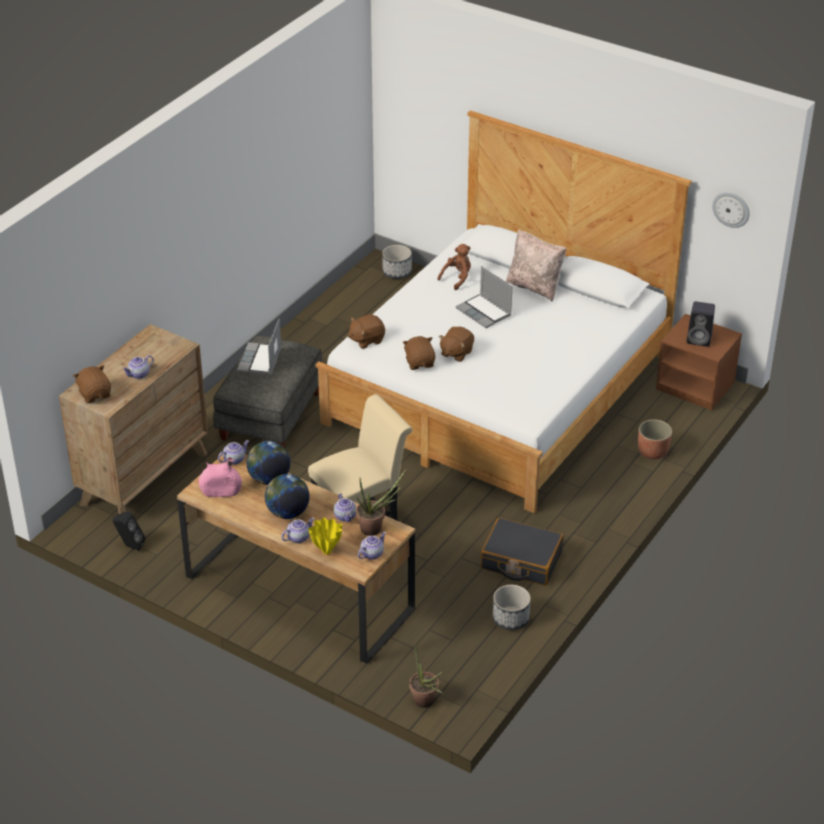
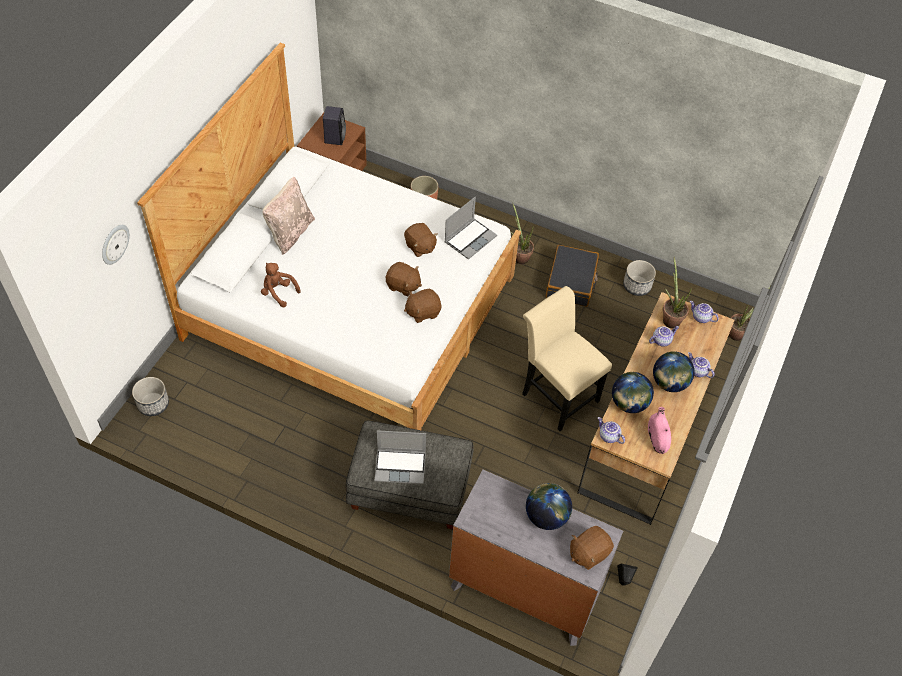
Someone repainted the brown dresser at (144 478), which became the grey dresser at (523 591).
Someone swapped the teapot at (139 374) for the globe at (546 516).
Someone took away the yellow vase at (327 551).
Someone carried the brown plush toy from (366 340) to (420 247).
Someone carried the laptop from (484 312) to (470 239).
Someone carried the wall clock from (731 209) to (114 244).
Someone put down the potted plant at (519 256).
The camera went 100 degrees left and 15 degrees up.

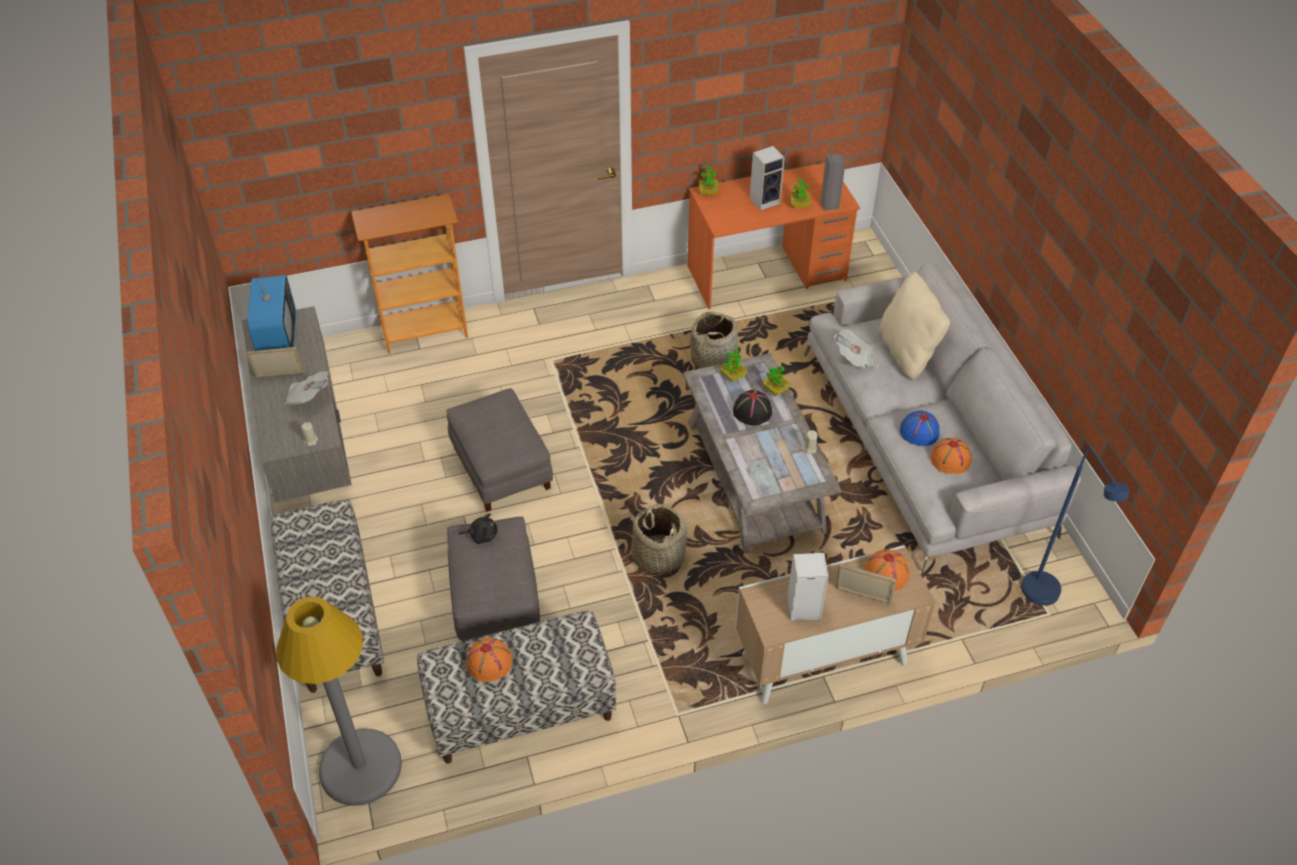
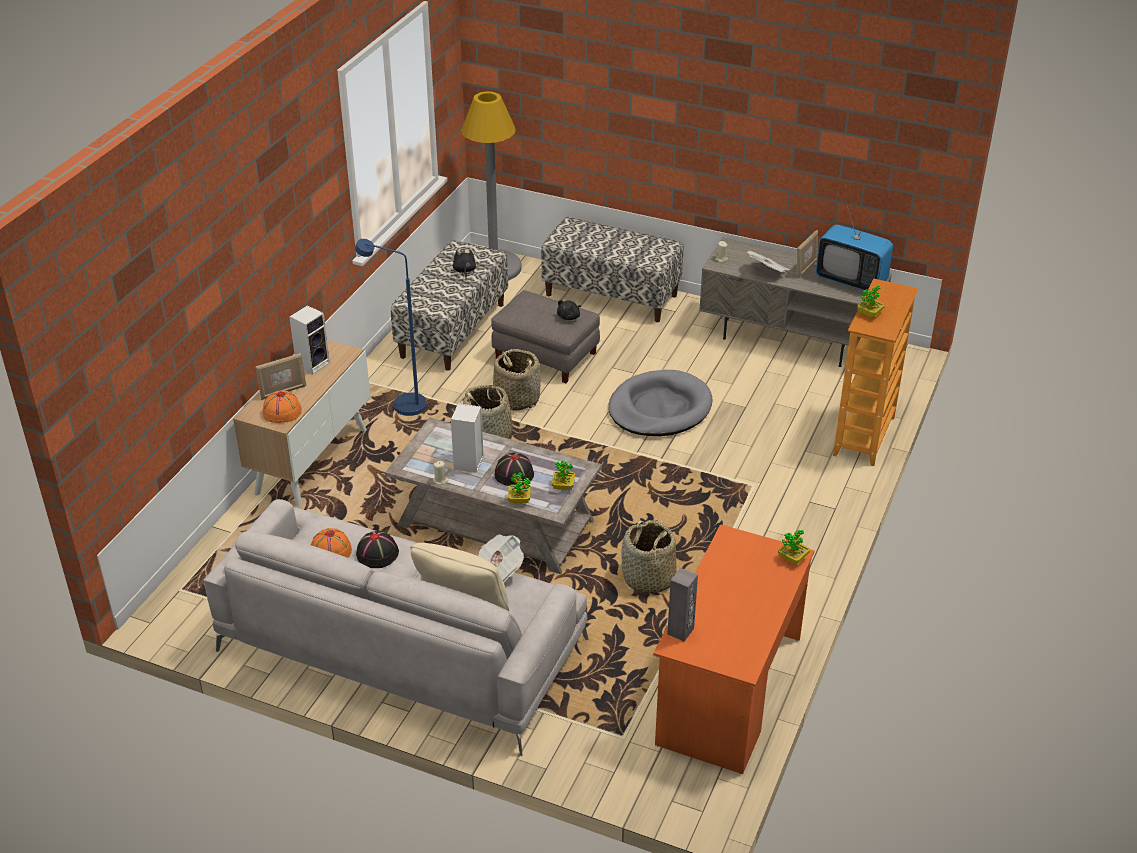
Someone swapped the grey ottoman at (502 467) for the grey dog bed at (659 408).
Someone swapped the orange hat at (490 662) for the black plush toy at (464 271).
Someone carried the speaker from (765 200) to (469 463).
Someone carried the potted plant from (799 205) to (869 313).
Someone repainted the blue hat at (919 432), which became the black hat at (377 553).
Someone carried the blue floor lamp from (1045 599) to (402 404).
Someone put down the basket at (516 399).
The camera went 130 degrees right and 10 degrees down.

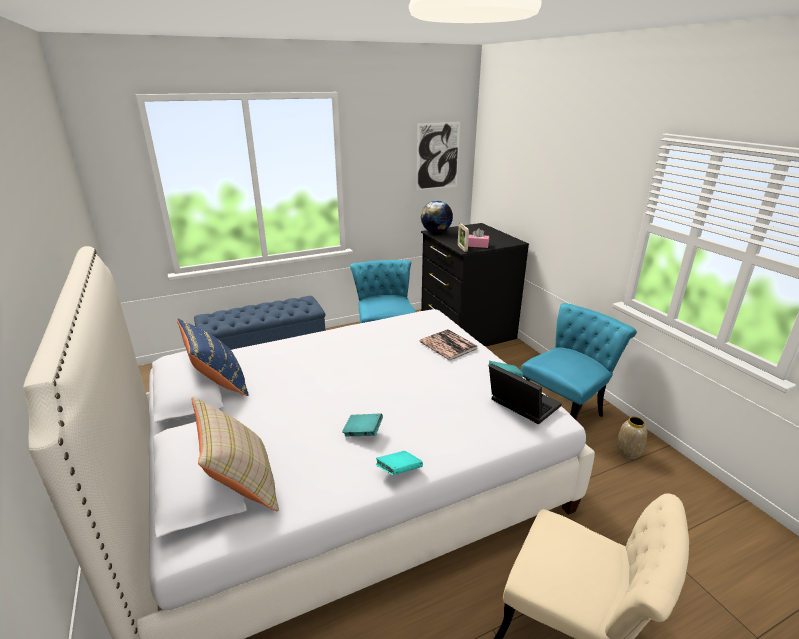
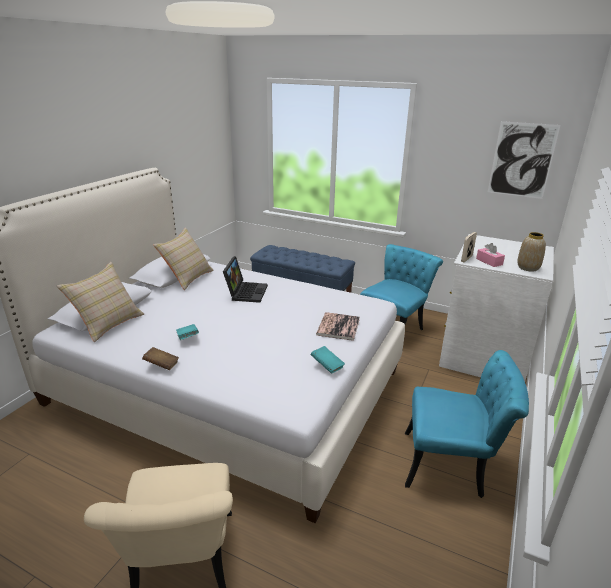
Someone repainted the blue pillow at (218 383), which became the beige pillow at (187 278).
Someone repainted the turquoise book at (399 471), which became the brown book at (161 365).
Someone took away the globe at (436 232).
Someone repainted the black dresser at (466 329), which became the white dresser at (483 354).
Someone carried the laptop from (520 405) to (245 292).
Someone carried the vase from (628 452) to (527 268).
The camera went 50 degrees right and 0 degrees up.

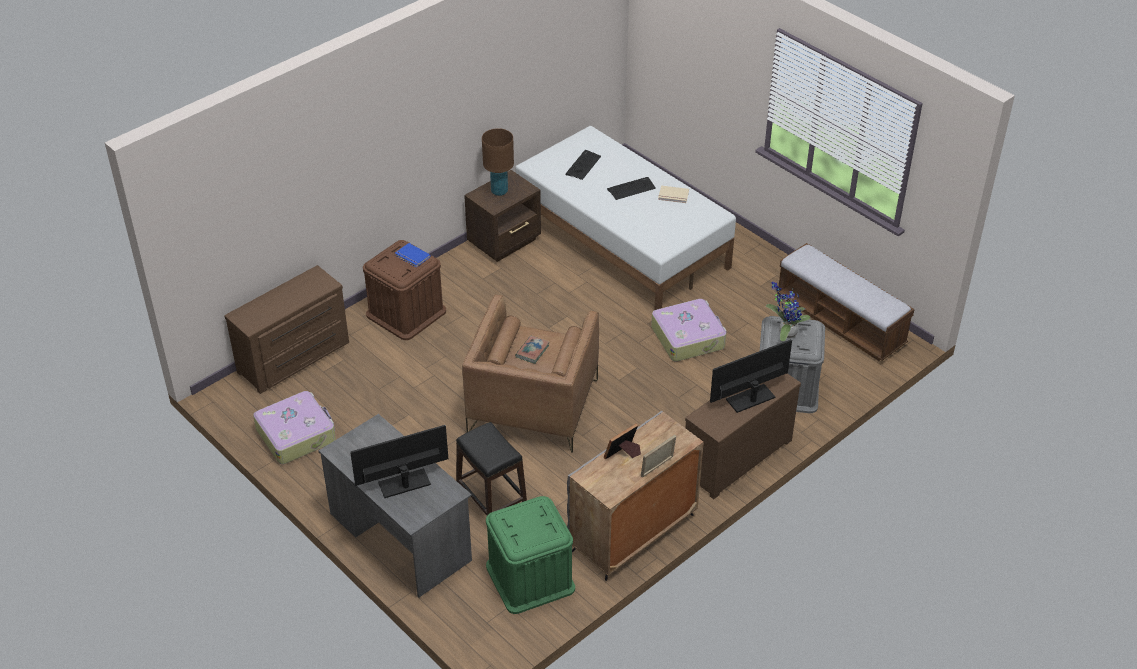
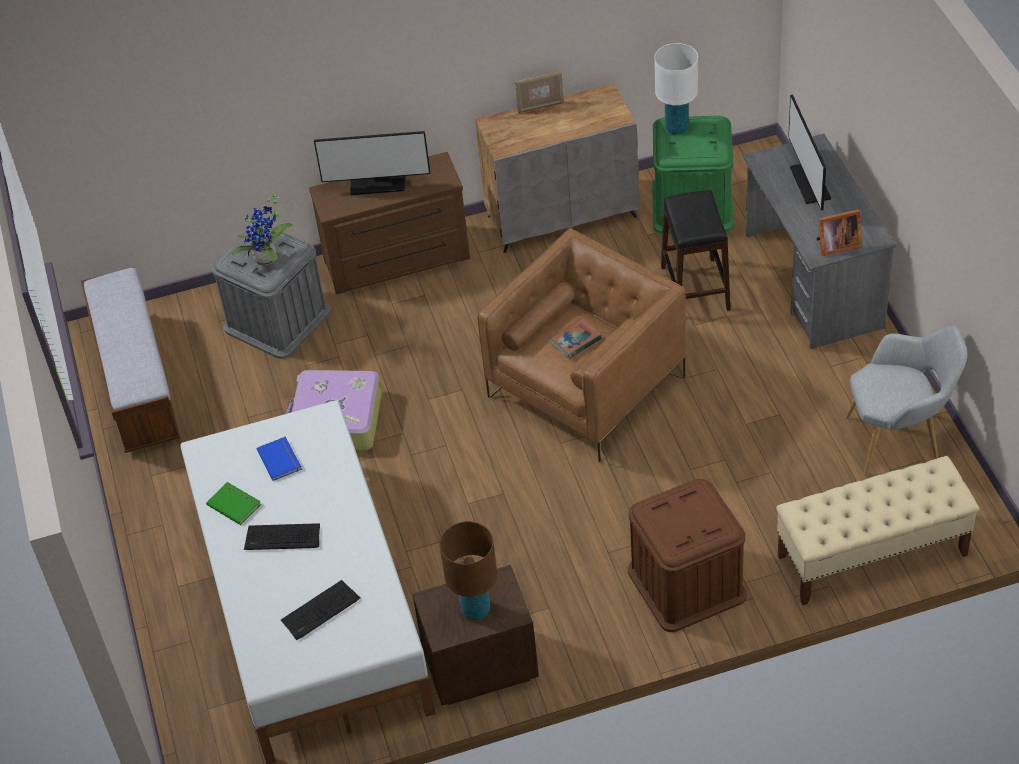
Someone swapped the brown dresser at (295 358) for the beige bench at (871 556).
Someone swapped the suitcase at (296 434) for the grey armchair at (899 440).
Someone rotated the monitor at (404 483) by 75 degrees clockwise.
Someone carried the blue book from (412 256) to (280 459).
Someone carried the picture frame from (623 454) to (836 245).
Someone repainted the beige book at (673 196), which became the green book at (235 503).
Someone put down the white table lamp at (676 128).
The camera went 150 degrees left and 5 degrees up.

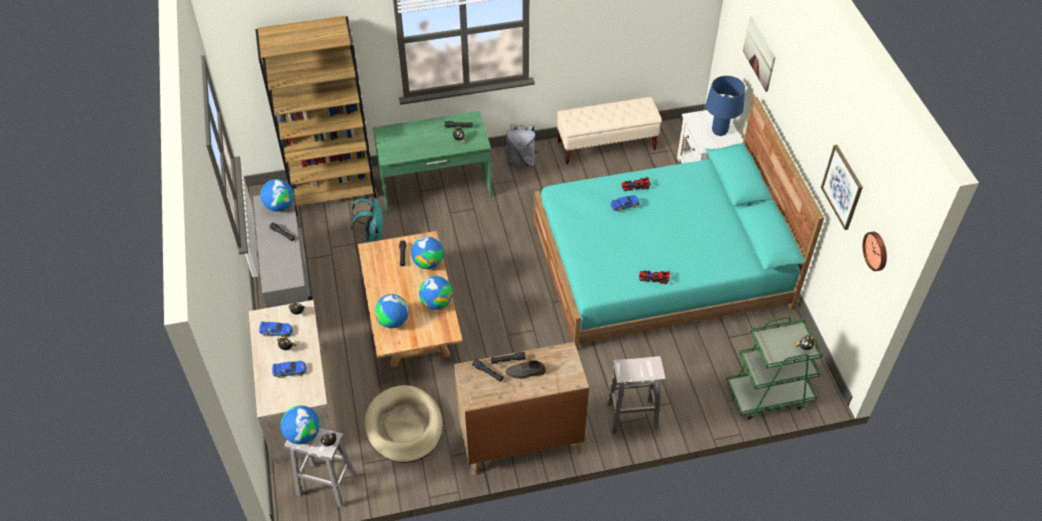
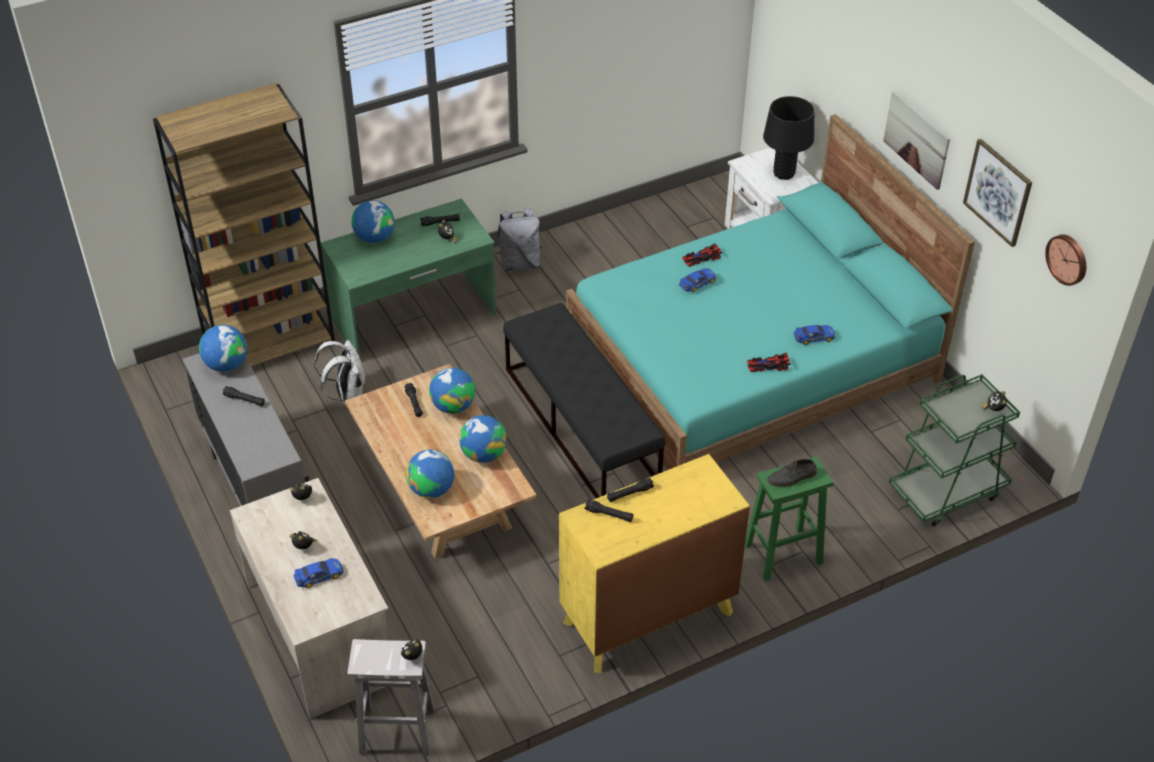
Someone carried the toy car from (276 331) to (814 337).
Someone carried the globe from (303 434) to (374 238).
Someone repainted the turquoise backpack at (372 236), which became the white backpack at (347 395).
Someone took away the beige dog bed at (404 426).
Someone repainted the brown dresser at (521 442), which became the yellow dresser at (648 617).
Someone carried the grey shoe from (525 372) to (792 477).
Someone took away the beige bench at (607 145).
Someone repainted the white stool at (631 416), which became the green stool at (781 554).
Someone repainted the blue table lamp at (719 131), which became the black table lamp at (784 174).
Someone carried the picture from (759 53) to (916 139).
Someone put down the black bench at (581 425).
The camera went 15 degrees left and 5 degrees down.

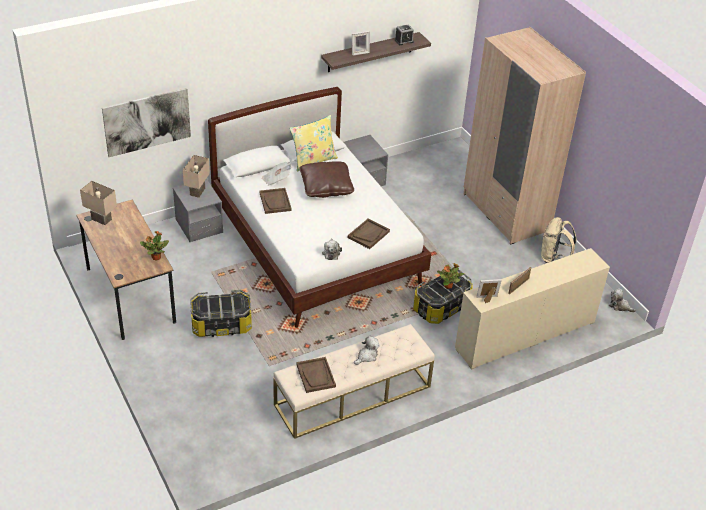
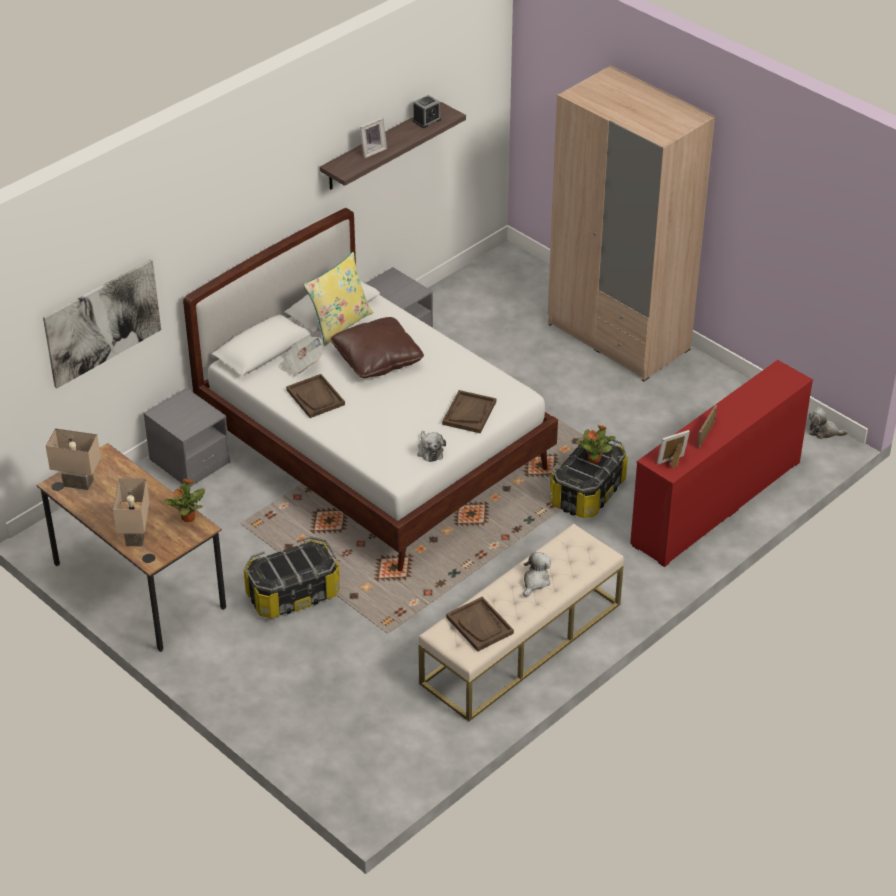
Someone carried the beige table lamp from (196 191) to (134 536).
Someone repainted the beige dresser at (525 335), which became the red dresser at (716 502).
Someone took away the beige backpack at (554 257).
The camera went 15 degrees left and 0 degrees up.

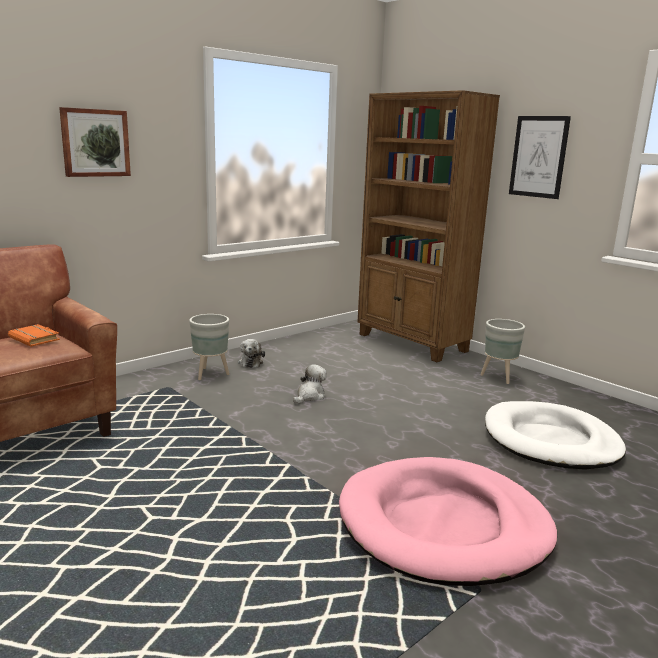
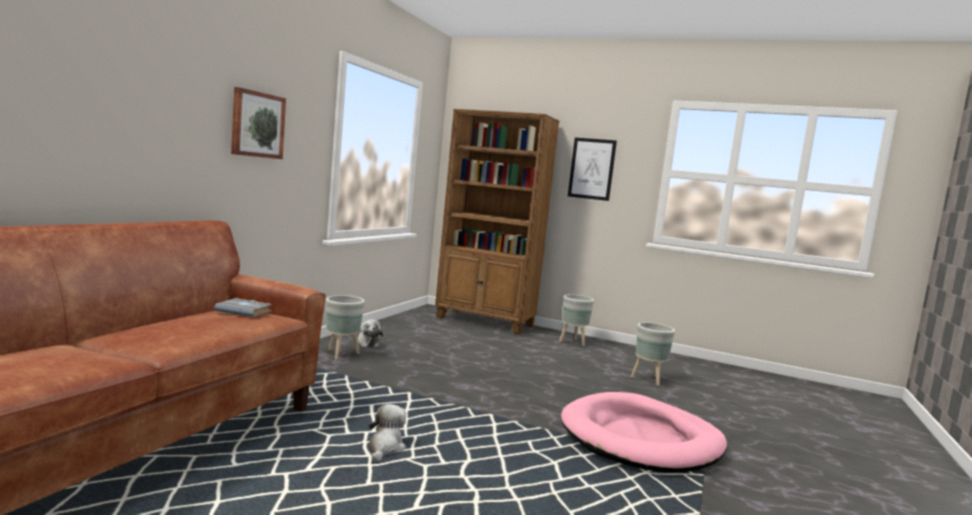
Someone repainted the orange book at (36 339), which became the grey book at (245 311).
Someone carried the plush toy from (310 396) to (385 448).
Someone swapped the white dog bed at (550 441) for the grey planter at (649 380).
The camera went 25 degrees left and 10 degrees down.

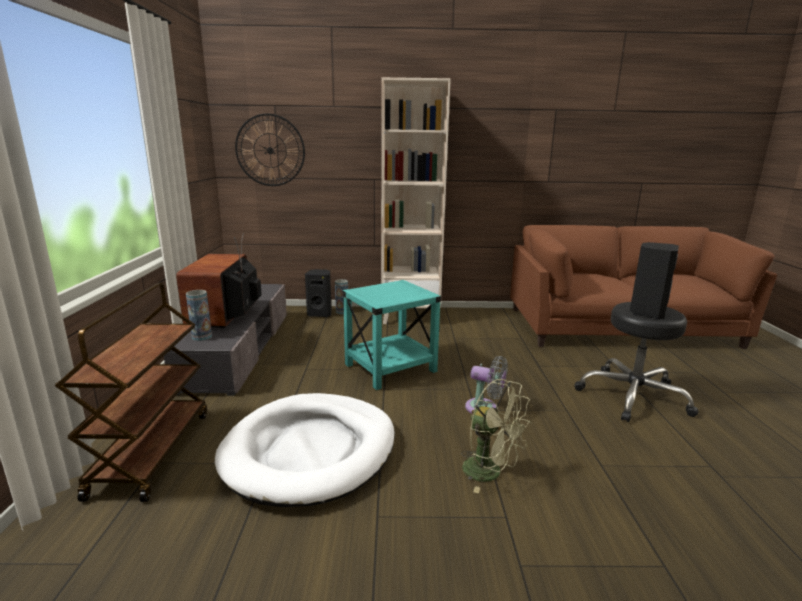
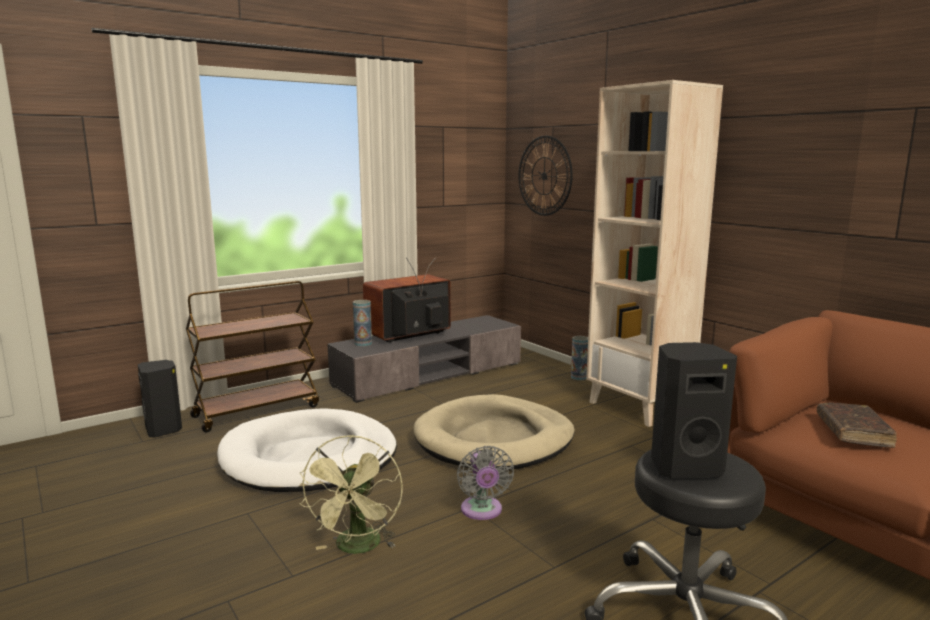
Someone carried the black speaker from (320 314) to (164 430).
Someone swapped the turquoise side table at (391 368) for the beige dog bed at (494 439).
Someone put down the brown book at (853 432).
The camera went 55 degrees right and 5 degrees down.

